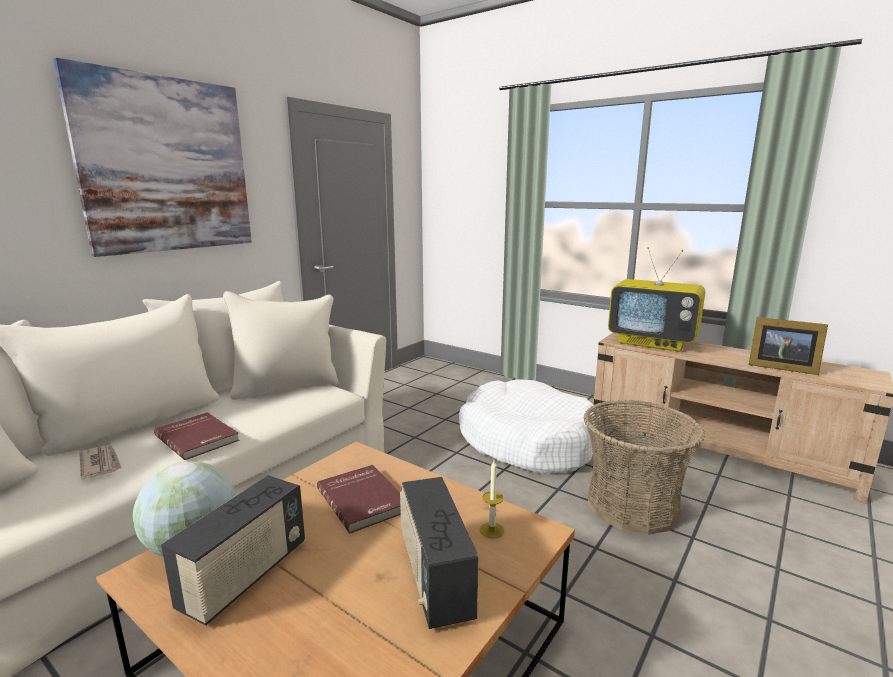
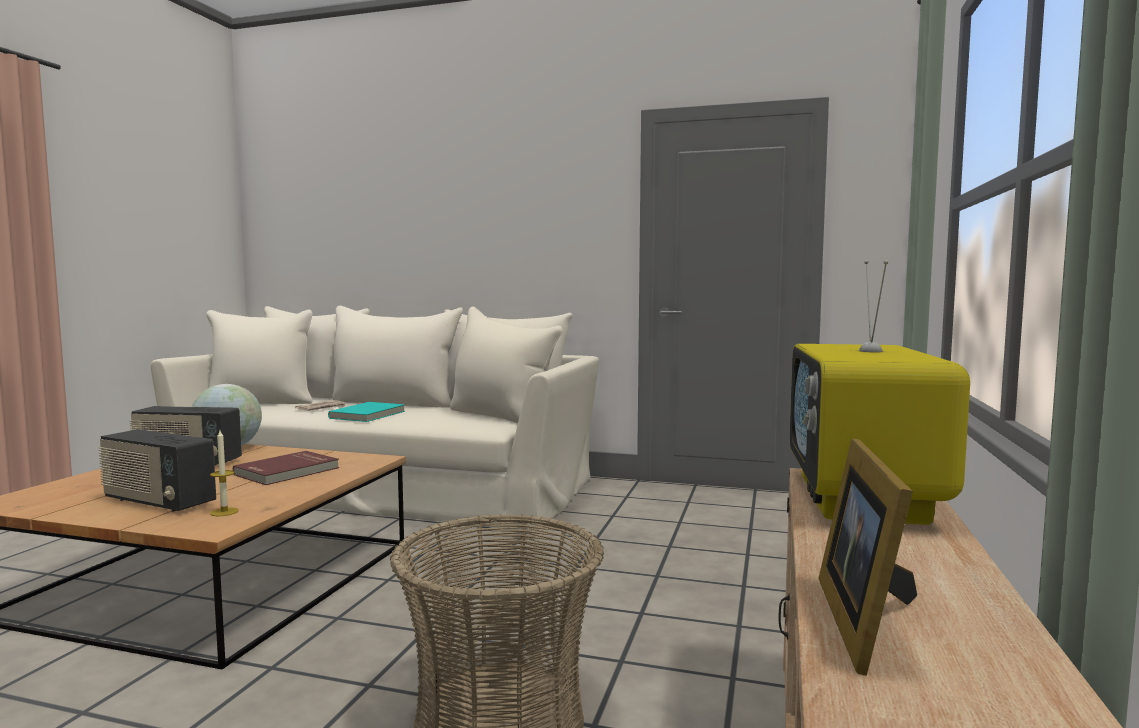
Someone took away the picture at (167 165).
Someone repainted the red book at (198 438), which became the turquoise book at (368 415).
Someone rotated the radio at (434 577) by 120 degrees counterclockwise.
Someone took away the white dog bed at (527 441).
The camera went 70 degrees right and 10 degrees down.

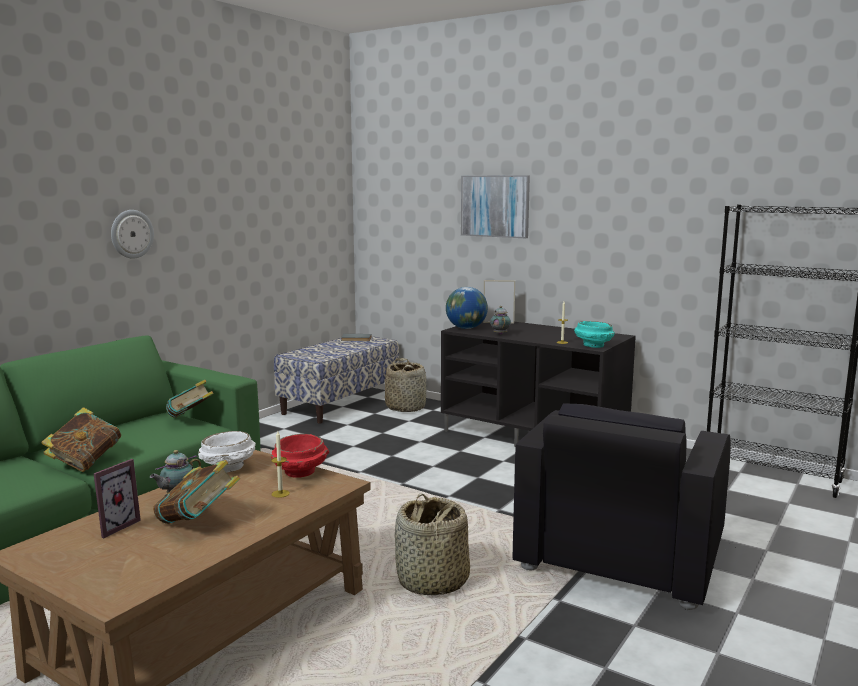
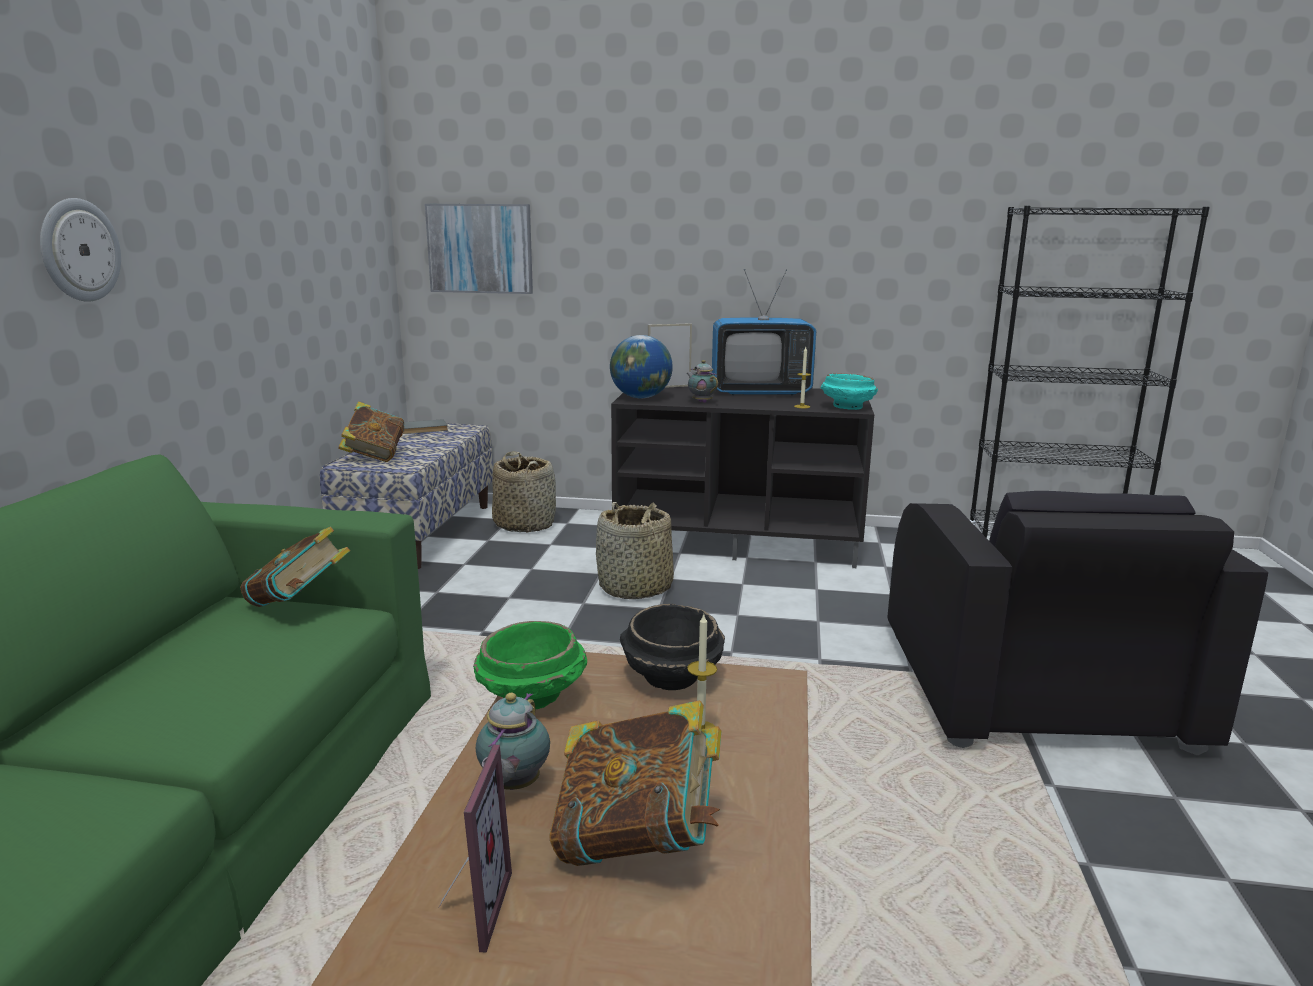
Someone carried the book from (85 463) to (374 456).
Someone repainted the white bowl at (228 468), which became the green bowl at (532 697).
Someone repainted the red bowl at (301 472), which became the black bowl at (672 677).
Someone carried the basket from (432 581) to (635 588).
Someone carried the picture from (495 206) to (480 248).
Someone put down the television at (760 392).
The camera went 25 degrees left and 5 degrees up.

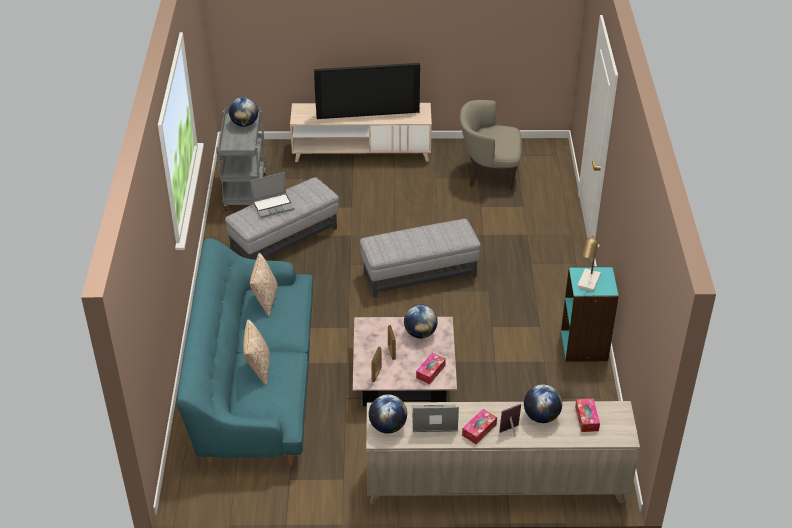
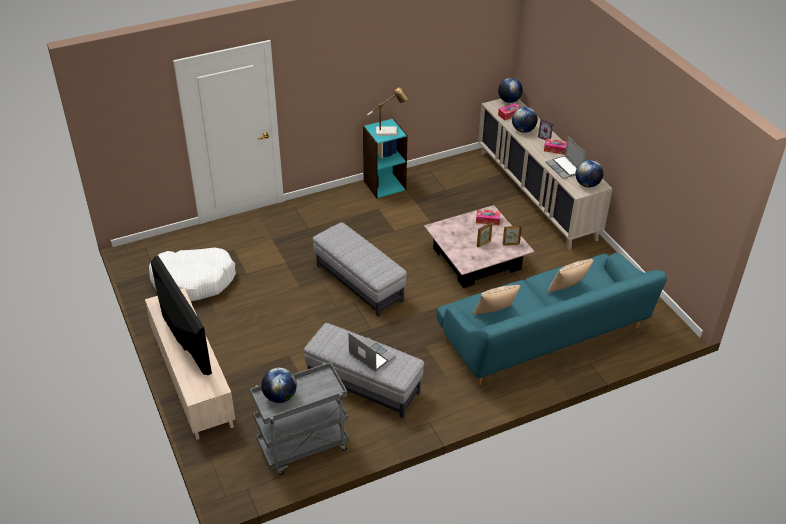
Someone carried the globe from (420 333) to (509 100).
Someone swapped the beige armchair at (489 174) for the white dog bed at (194 281).
The camera went 115 degrees left and 0 degrees up.

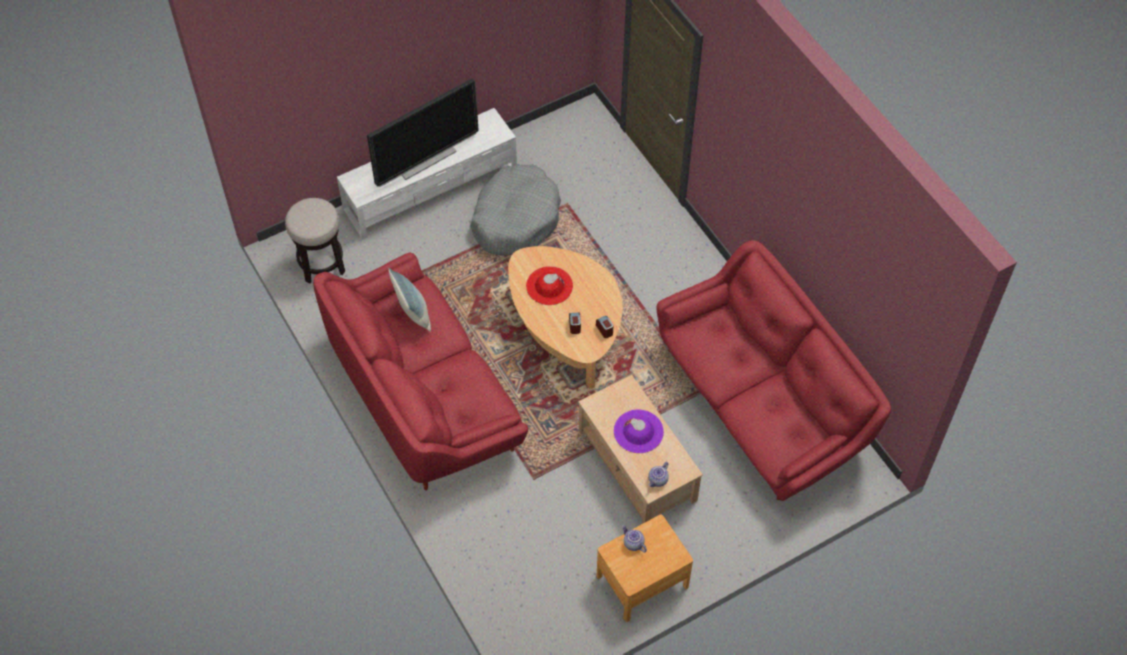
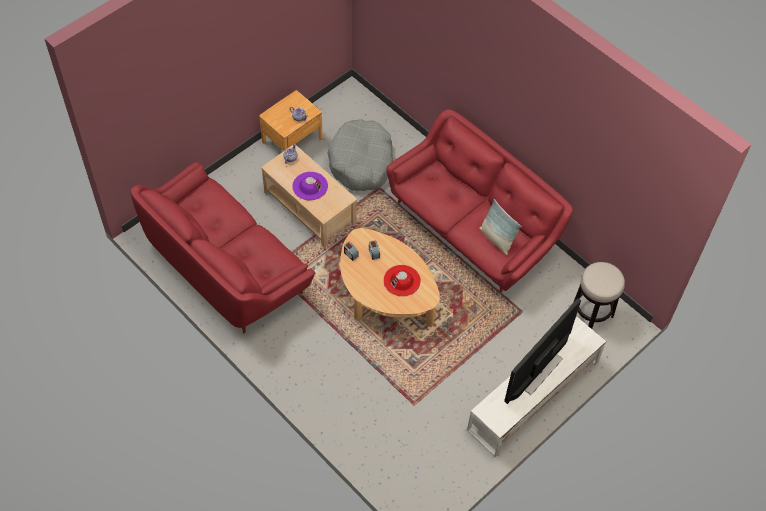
Someone carried the grey dog bed from (515 218) to (361 162).
The camera went 165 degrees right and 0 degrees up.

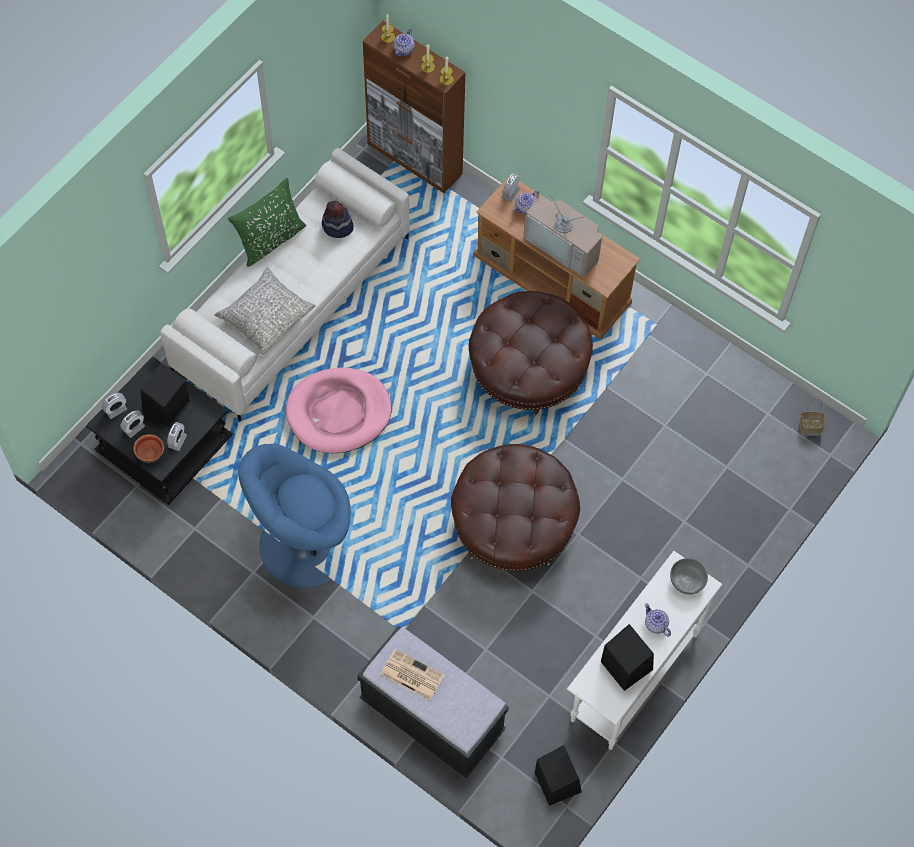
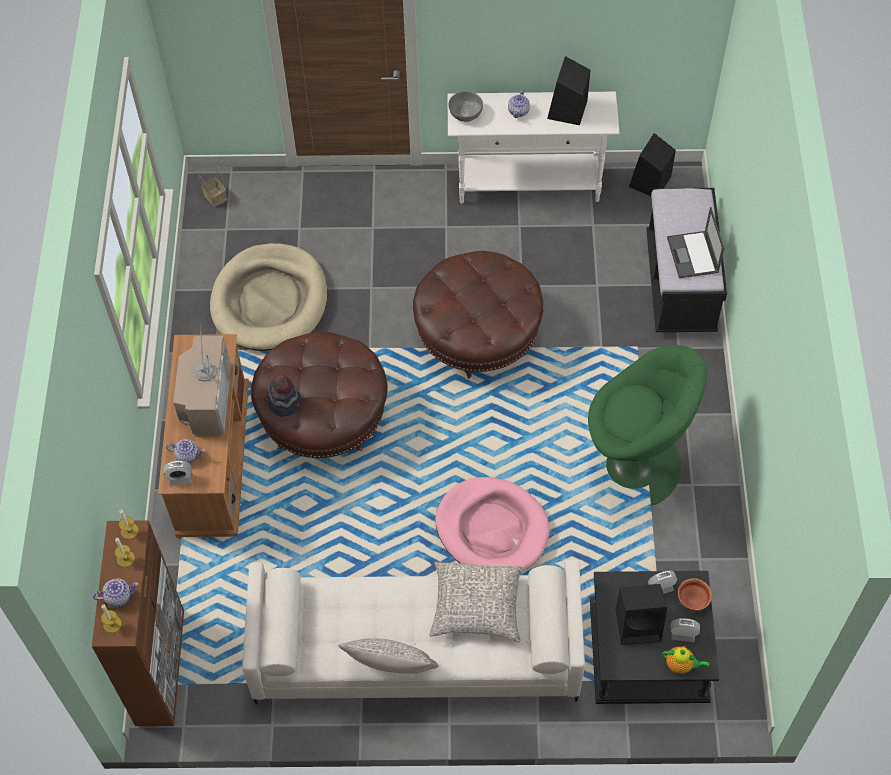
Someone swapped the alarm clock at (116 410) for the teapot at (681 665).
Someone repainted the green pillow at (270 239), which became the grey pillow at (390 669).
Someone repainted the blue armchair at (303 545), which became the green armchair at (634 466).
Someone carried the hat from (337 227) to (284 402).
Someone swapped the newspaper at (411 675) for the laptop at (693 255).
Someone put down the beige dog bed at (270 301).
The camera went 125 degrees left and 5 degrees down.

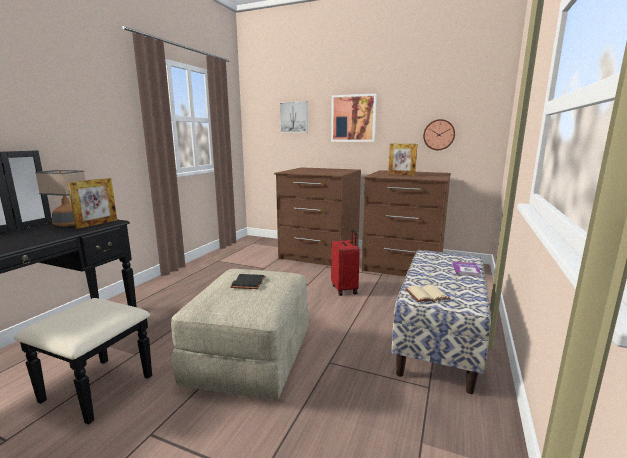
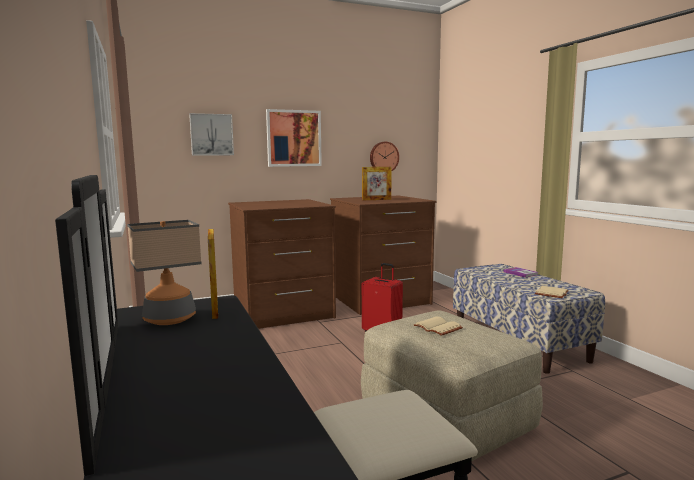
Someone repainted the black book at (249 283), which became the beige book at (439 327).
The camera went 45 degrees left and 5 degrees down.

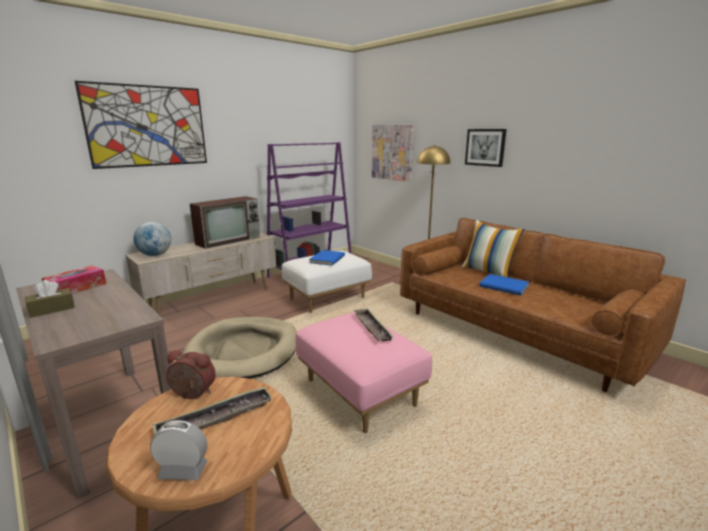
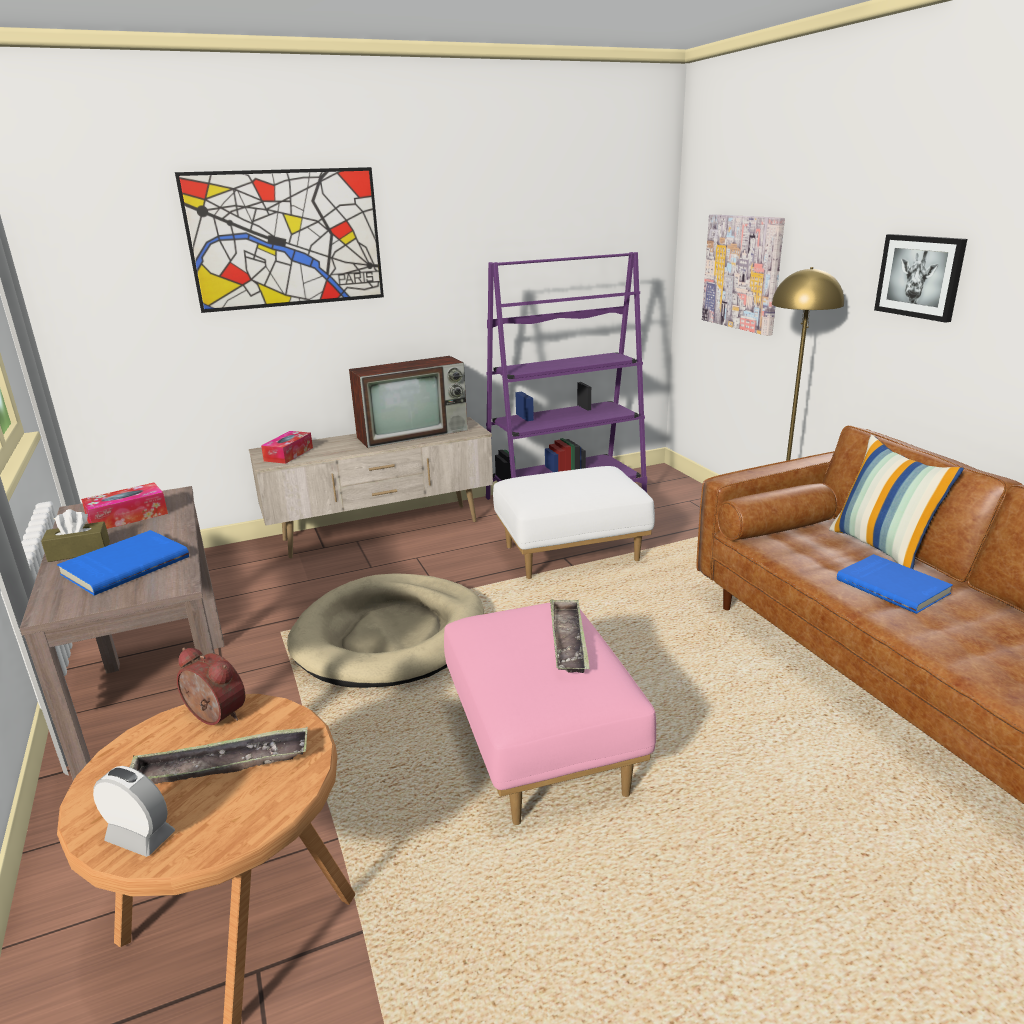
Someone swapped the globe at (155 255) for the tissue box at (288 454).
Someone carried the blue book from (326 259) to (124 565).
The camera went 20 degrees right and 5 degrees up.

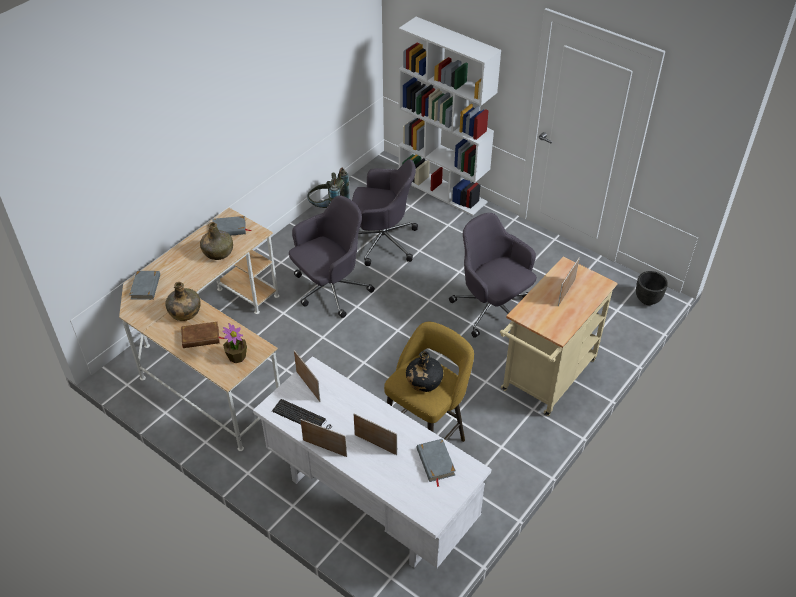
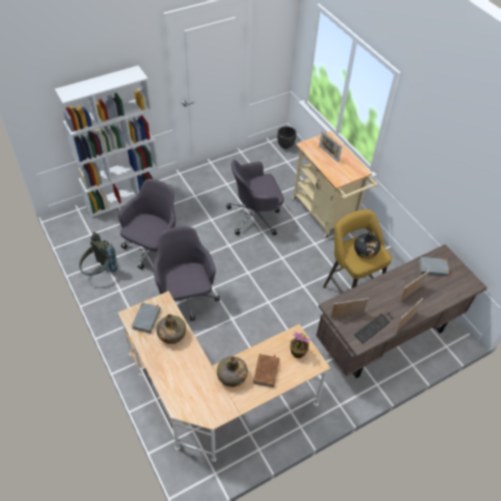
Someone took away the grey book at (146 287).
Someone repainted the white desk at (369 500), which became the brown desk at (386 338).
The camera went 70 degrees left and 5 degrees up.

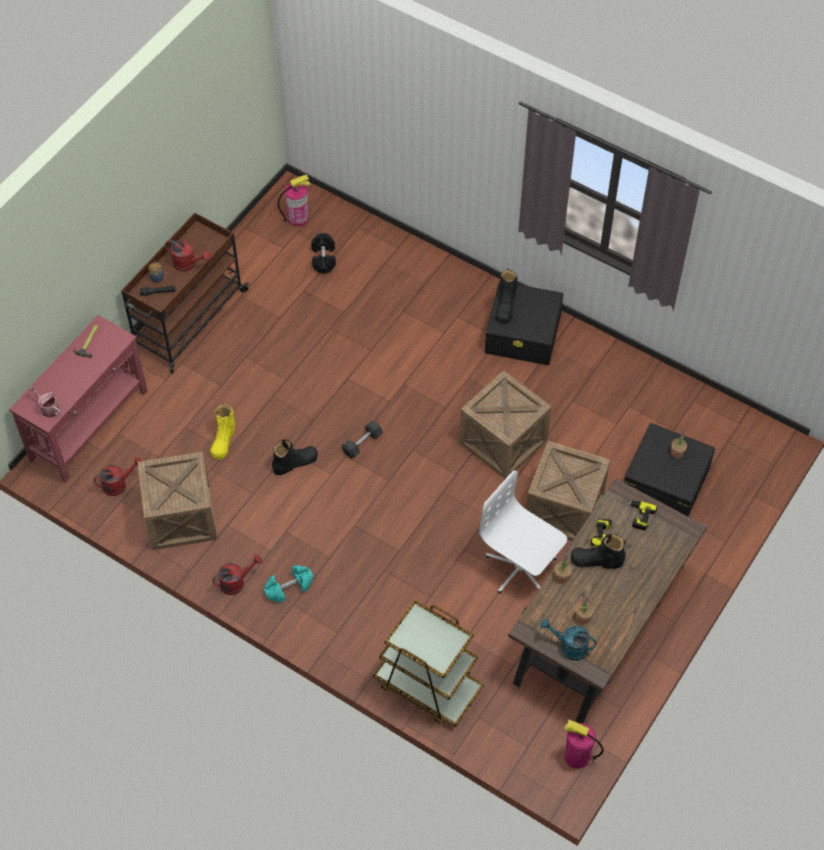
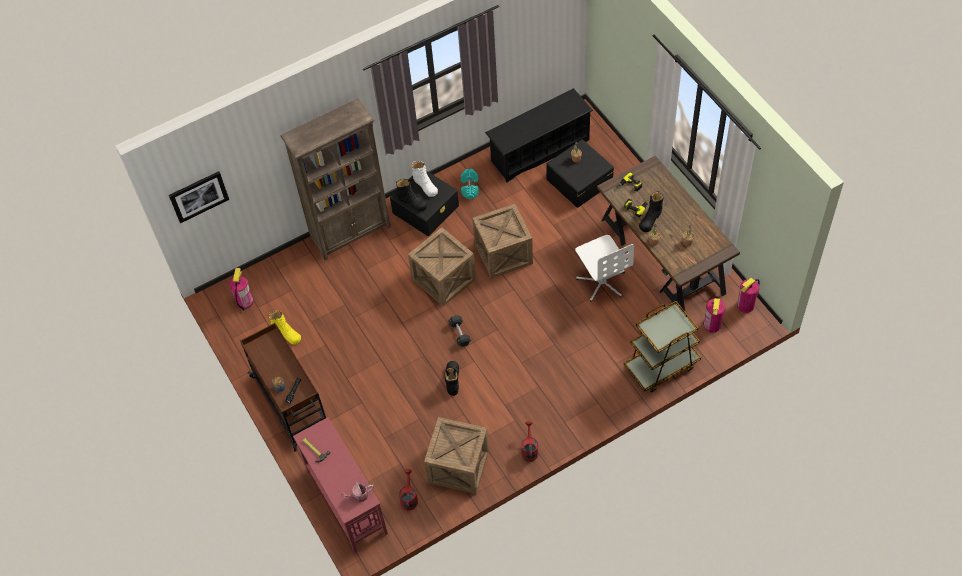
Someone took away the red watering can at (188 264).
Someone carried the yellow boot from (223 440) to (286 333).
Someone carried the turquoise dumbbell from (289 587) to (469 187).
Someone took away the black dumbbell at (324 259).
Someone rotated the white office chair at (520 568) by 90 degrees counterclockwise.
Someone carried the crate from (564 509) to (444 279).
Someone took away the turquoise watering can at (569 647).
Someone put up the picture at (198 196).
Someone put down the brown bookcase at (351 233).
Someone put down the white boot at (425 185).
Someone put down the black shoe rack at (539 150).
Someone put down the fire extinguisher at (712 325).
The camera went 60 degrees left and 0 degrees up.

